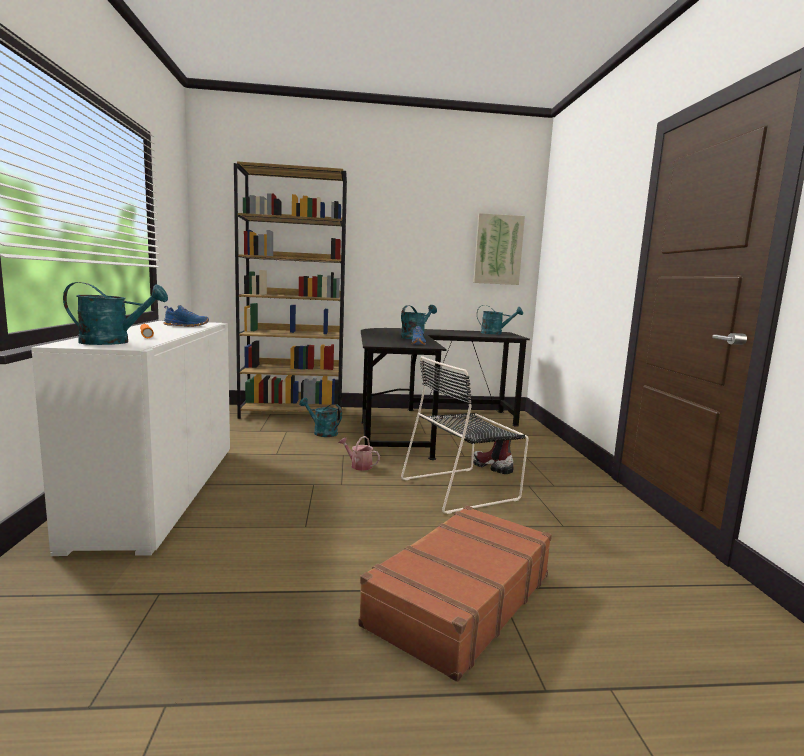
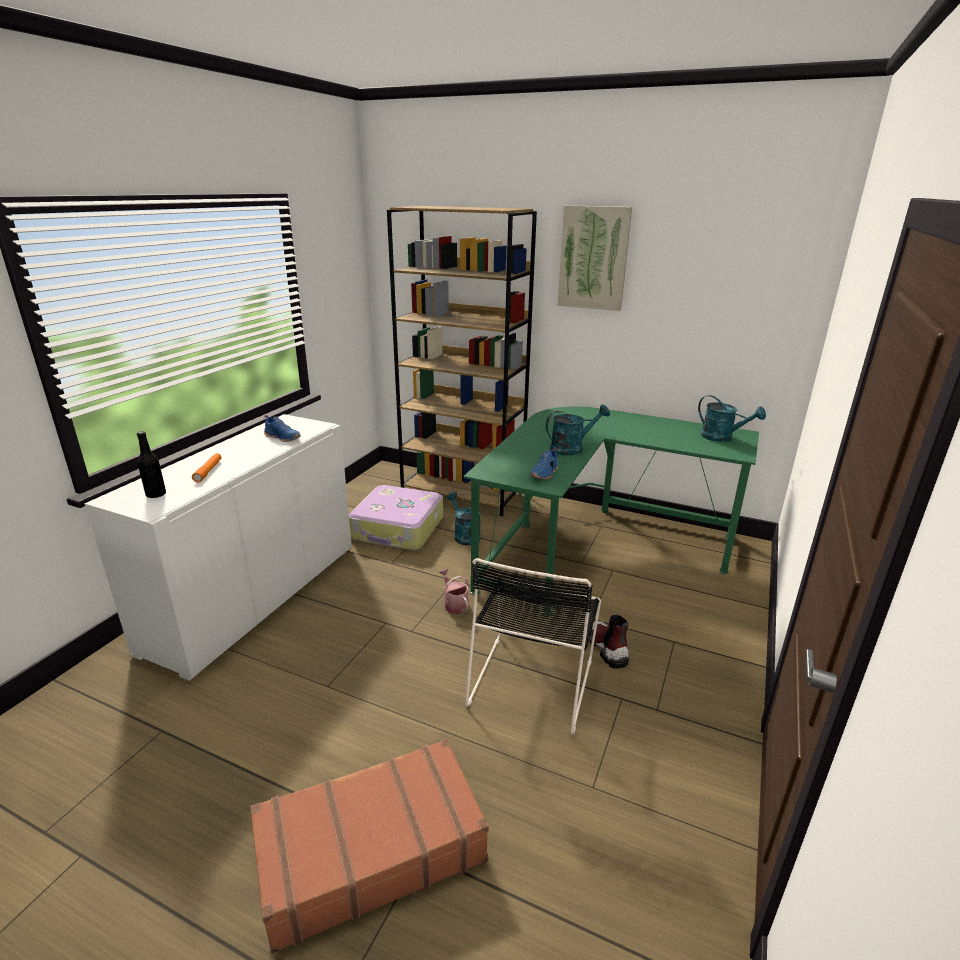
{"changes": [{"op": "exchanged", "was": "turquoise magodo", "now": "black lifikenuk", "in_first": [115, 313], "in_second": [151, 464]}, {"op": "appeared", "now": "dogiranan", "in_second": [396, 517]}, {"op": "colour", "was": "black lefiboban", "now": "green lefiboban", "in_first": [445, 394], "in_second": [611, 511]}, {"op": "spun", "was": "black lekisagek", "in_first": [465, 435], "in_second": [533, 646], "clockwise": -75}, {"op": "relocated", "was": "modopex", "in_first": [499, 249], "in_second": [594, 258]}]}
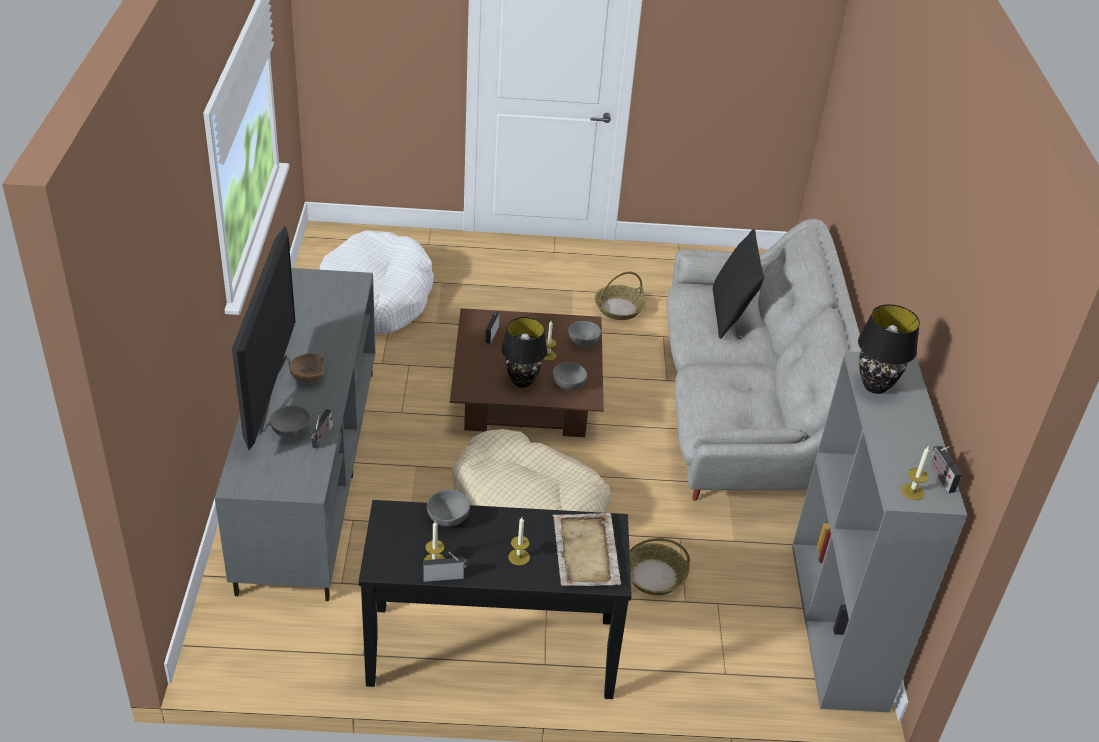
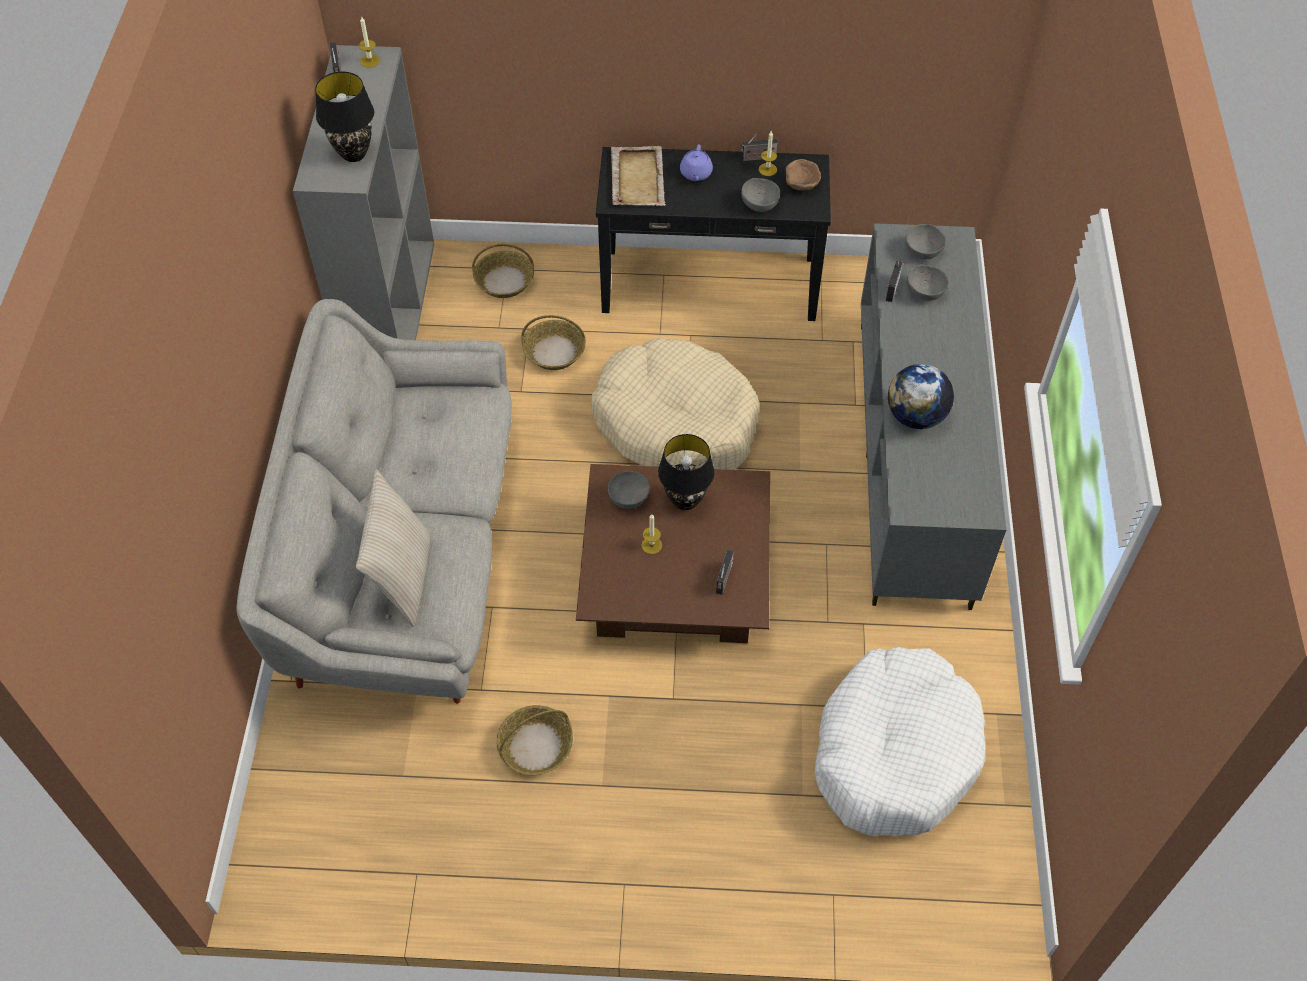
{"changes": [{"op": "colour", "was": "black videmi", "now": "beige videmi", "in_first": [738, 284], "in_second": [394, 548]}, {"op": "appeared", "now": "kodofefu", "in_second": [503, 271]}, {"op": "exchanged", "was": "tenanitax", "now": "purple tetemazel", "in_first": [519, 541], "in_second": [696, 162]}, {"op": "relocated", "was": "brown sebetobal", "in_first": [306, 368], "in_second": [803, 175]}, {"op": "appeared", "now": "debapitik", "in_second": [921, 396]}, {"op": "relocated", "was": "grey sebetobal", "in_first": [584, 334], "in_second": [925, 241]}, {"op": "missing", "was": "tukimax", "in_first": [263, 338]}]}
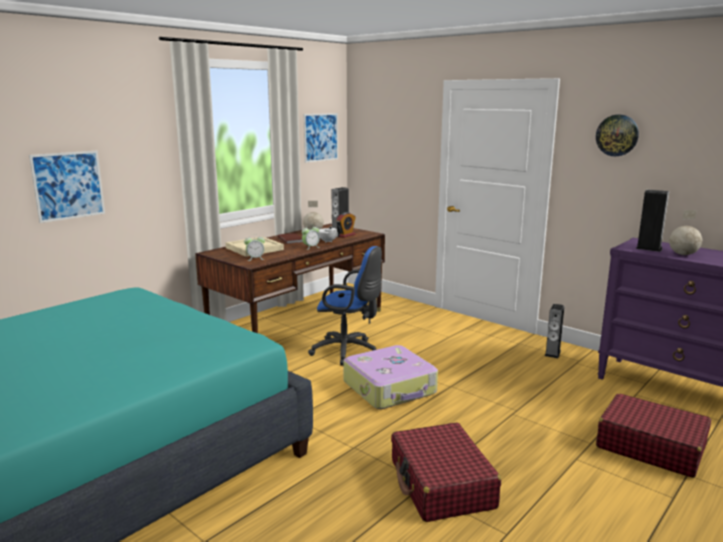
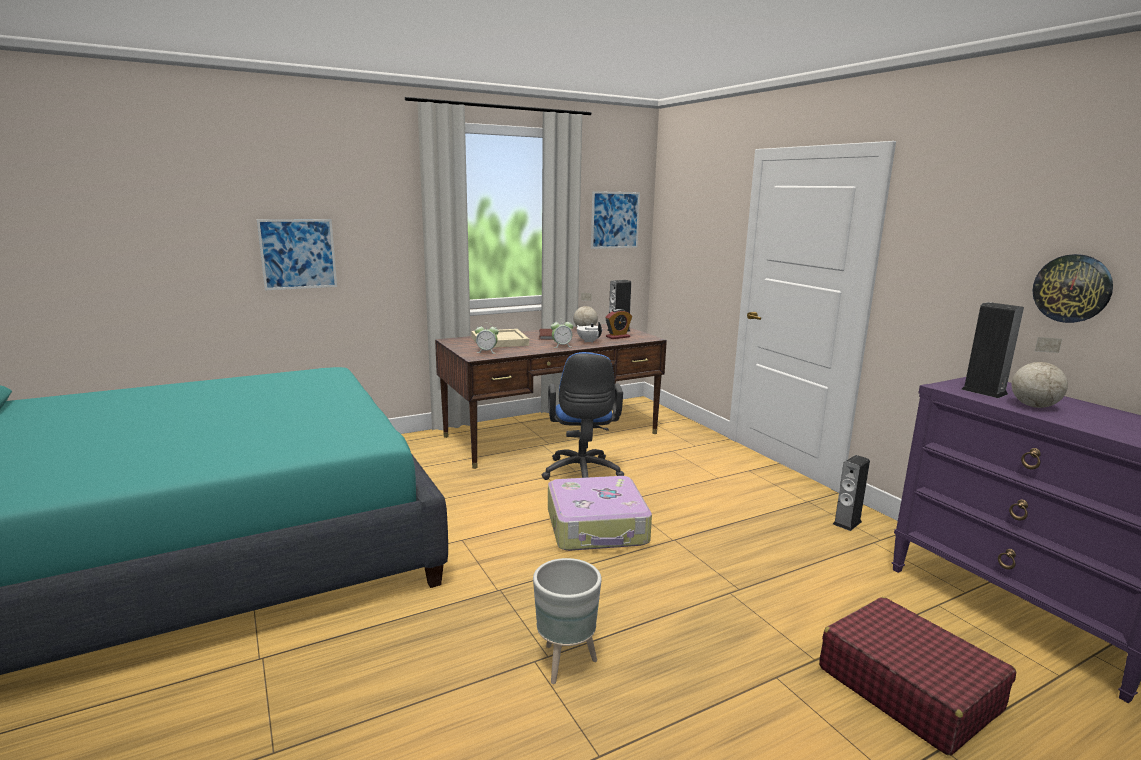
{"changes": [{"op": "exchanged", "was": "red dogiranan", "now": "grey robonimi", "in_first": [446, 472], "in_second": [567, 621]}, {"op": "spun", "was": "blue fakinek", "in_first": [345, 306], "in_second": [583, 416], "clockwise": 45}, {"op": "relocated", "was": "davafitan", "in_first": [617, 135], "in_second": [1072, 288]}]}
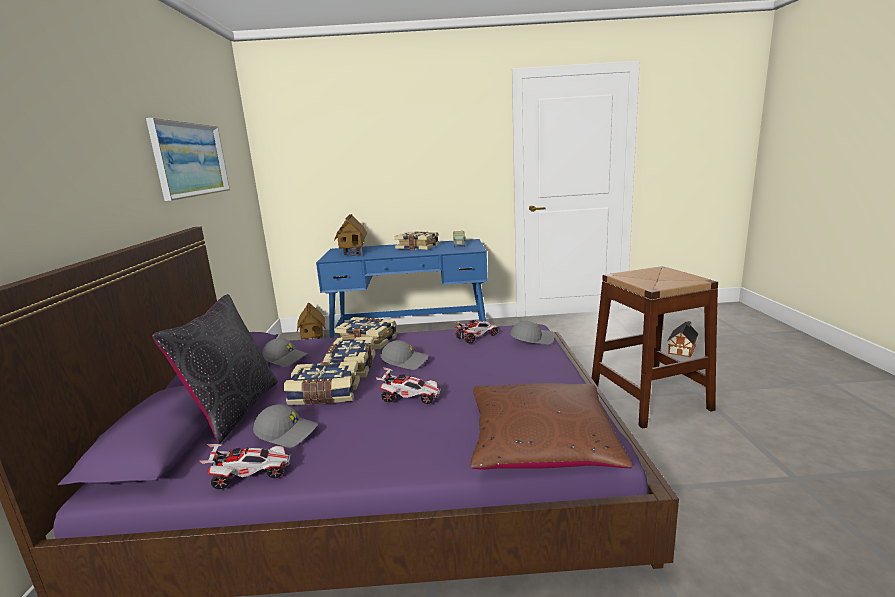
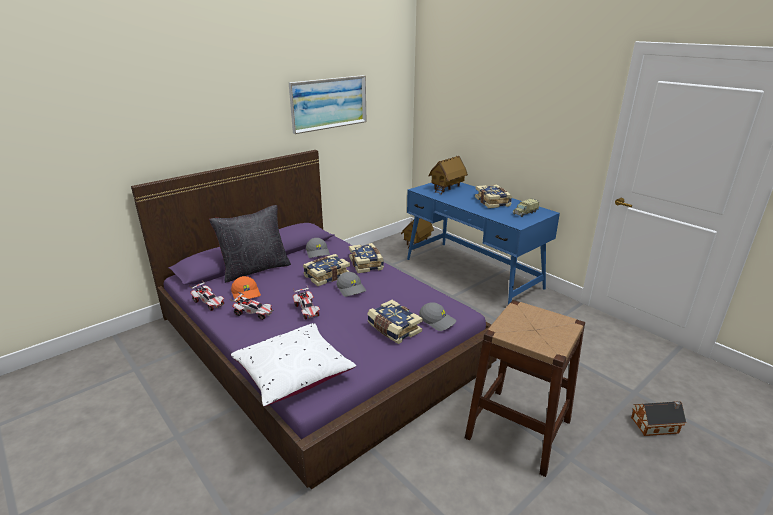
{"changes": [{"op": "relocated", "was": "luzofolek", "in_first": [475, 332], "in_second": [251, 306]}, {"op": "colour", "was": "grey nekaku", "now": "orange nekaku", "in_first": [285, 426], "in_second": [246, 289]}, {"op": "colour", "was": "brown videmi", "now": "white videmi", "in_first": [552, 426], "in_second": [293, 365]}, {"op": "relocated", "was": "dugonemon", "in_first": [322, 383], "in_second": [395, 322]}]}
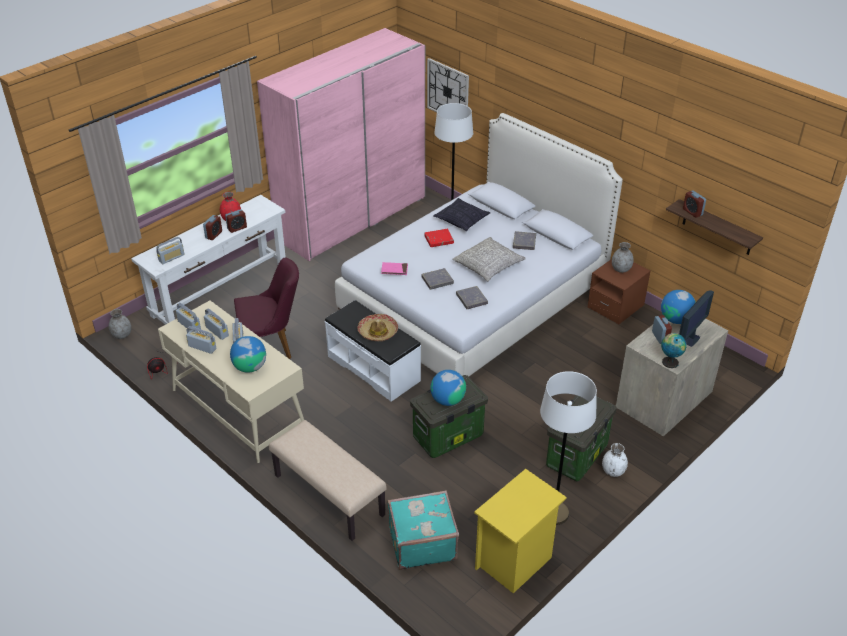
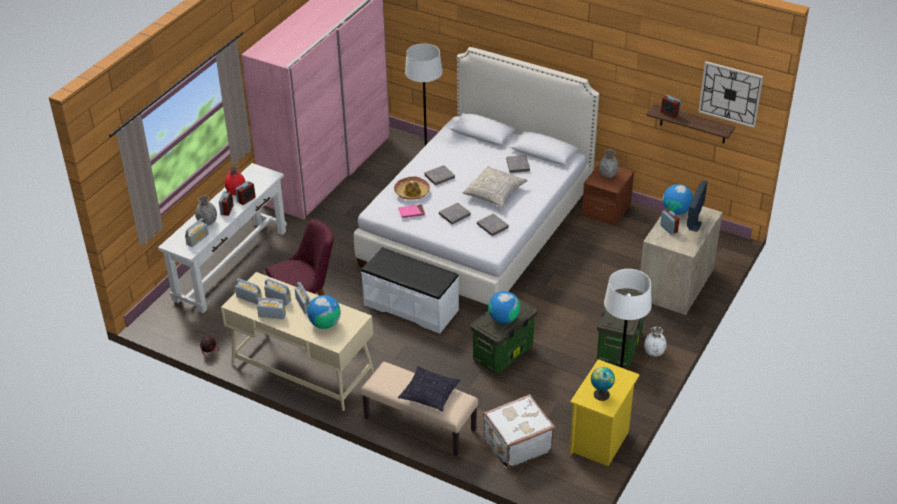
{"changes": [{"op": "relocated", "was": "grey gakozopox", "in_first": [120, 324], "in_second": [206, 211]}, {"op": "relocated", "was": "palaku", "in_first": [377, 327], "in_second": [412, 188]}, {"op": "relocated", "was": "videmi", "in_first": [462, 214], "in_second": [429, 389]}, {"op": "colour", "was": "red dugonemon", "now": "grey dugonemon", "in_first": [439, 238], "in_second": [439, 175]}, {"op": "colour", "was": "turquoise dogiranan", "now": "white dogiranan", "in_first": [423, 530], "in_second": [519, 431]}, {"op": "relocated", "was": "debapitik", "in_first": [673, 350], "in_second": [603, 384]}, {"op": "relocated", "was": "davafitan", "in_first": [448, 85], "in_second": [731, 94]}]}
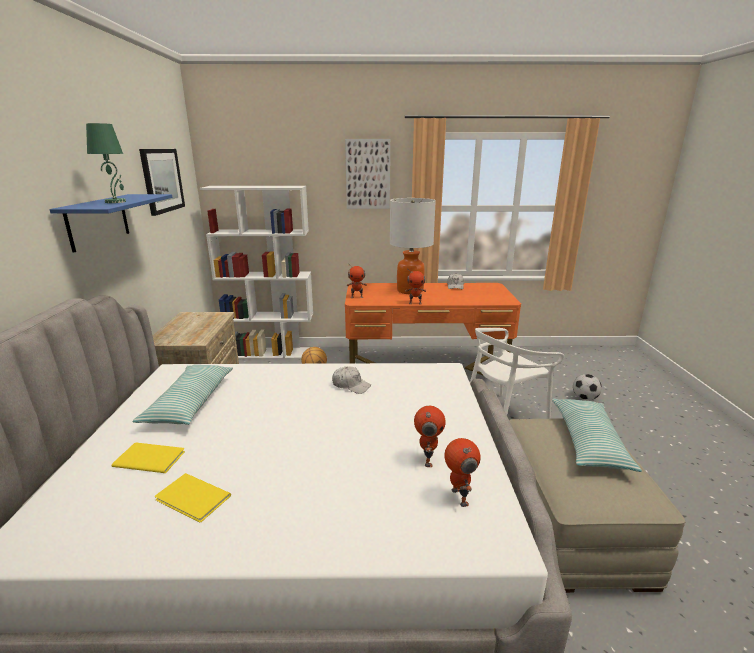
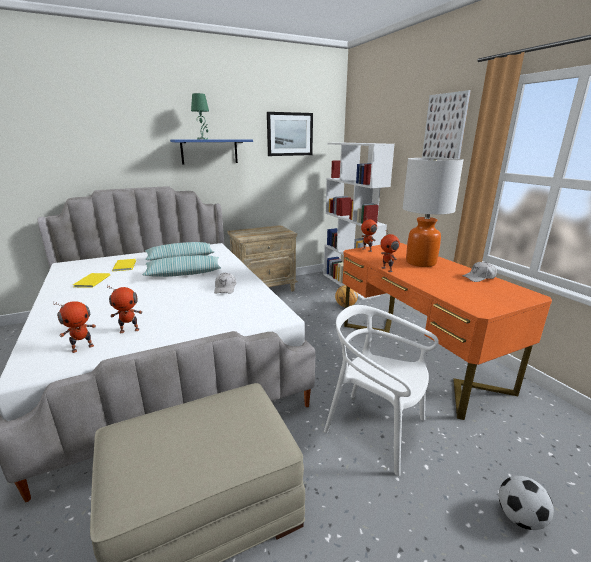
{"changes": [{"op": "relocated", "was": "videmi", "in_first": [597, 435], "in_second": [181, 266]}]}
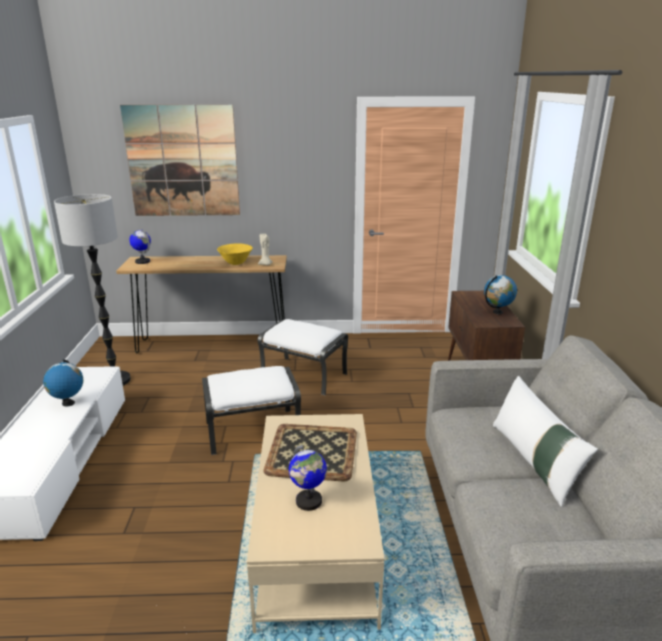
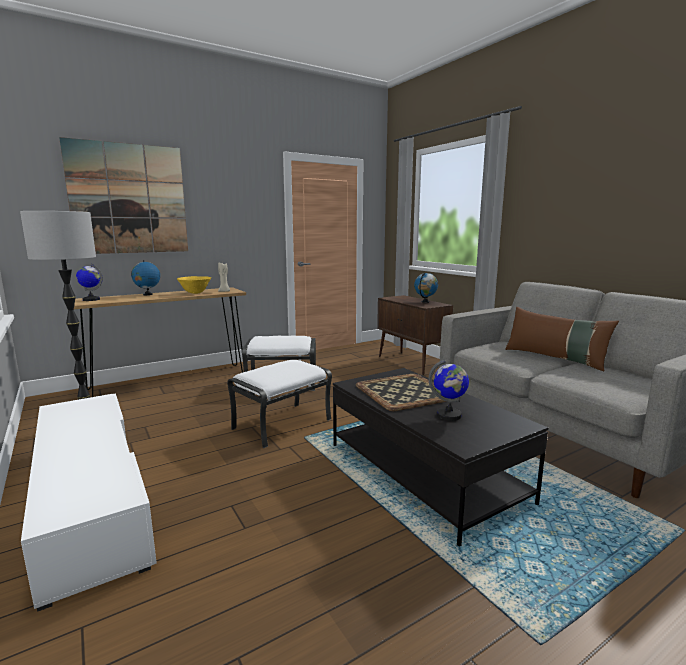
{"changes": [{"op": "relocated", "was": "debapitik", "in_first": [63, 382], "in_second": [145, 277]}, {"op": "colour", "was": "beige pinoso", "now": "black pinoso", "in_first": [316, 523], "in_second": [440, 457]}, {"op": "colour", "was": "white videmi", "now": "brown videmi", "in_first": [545, 441], "in_second": [562, 339]}]}
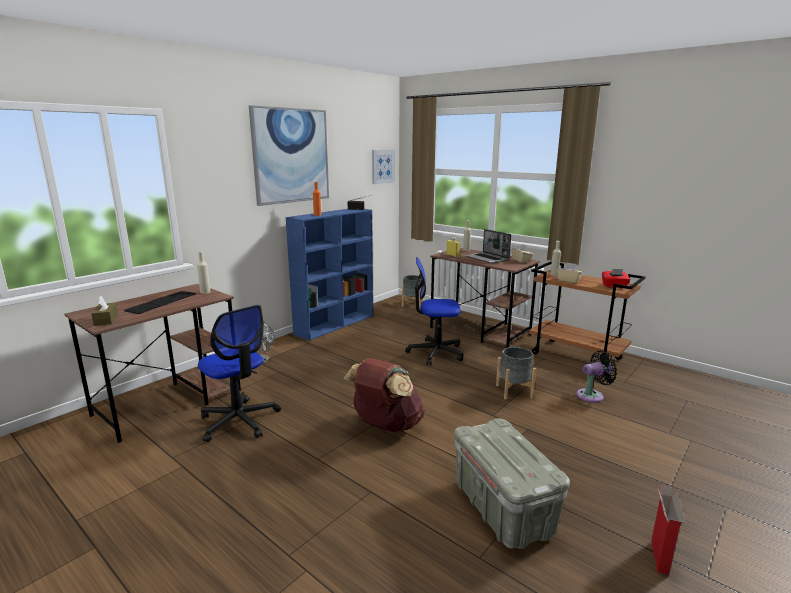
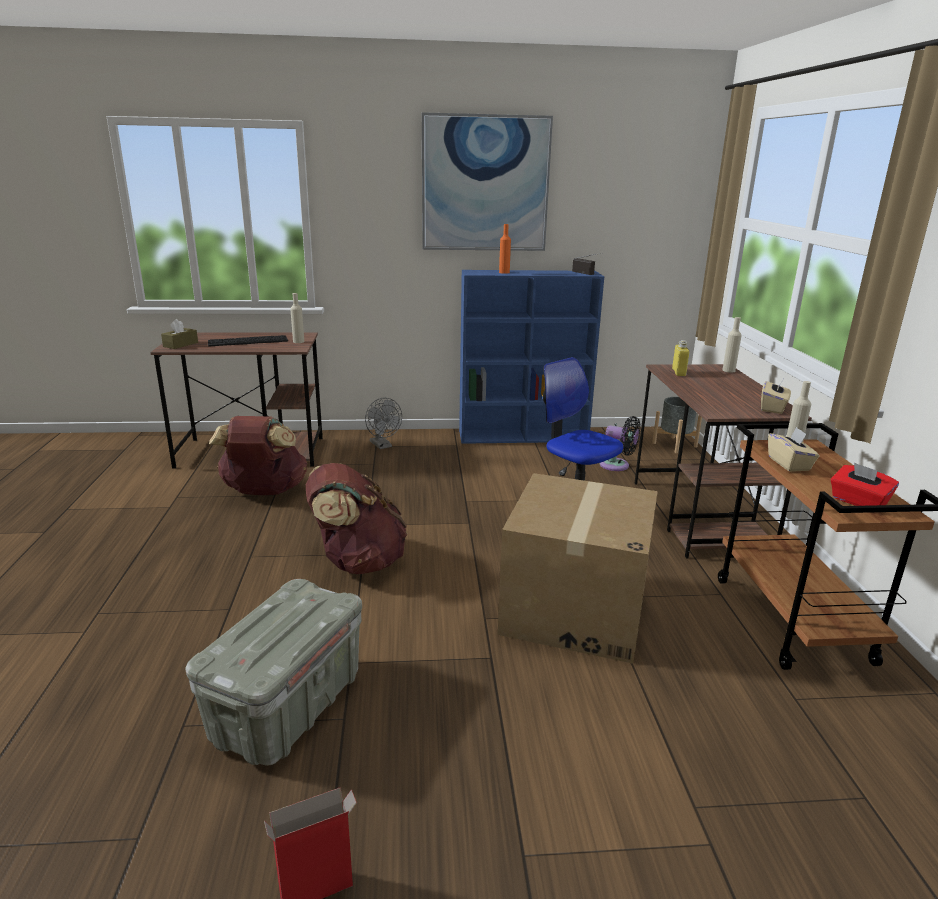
{"changes": [{"op": "exchanged", "was": "fakinek", "now": "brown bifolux", "in_first": [239, 373], "in_second": [258, 455]}, {"op": "exchanged", "was": "grey robonimi", "now": "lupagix", "in_first": [516, 373], "in_second": [578, 568]}, {"op": "relocated", "was": "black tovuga", "in_first": [597, 377], "in_second": [620, 443]}, {"op": "missing", "was": "modopex", "in_first": [384, 167]}, {"op": "missing", "was": "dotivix", "in_first": [488, 246]}]}
